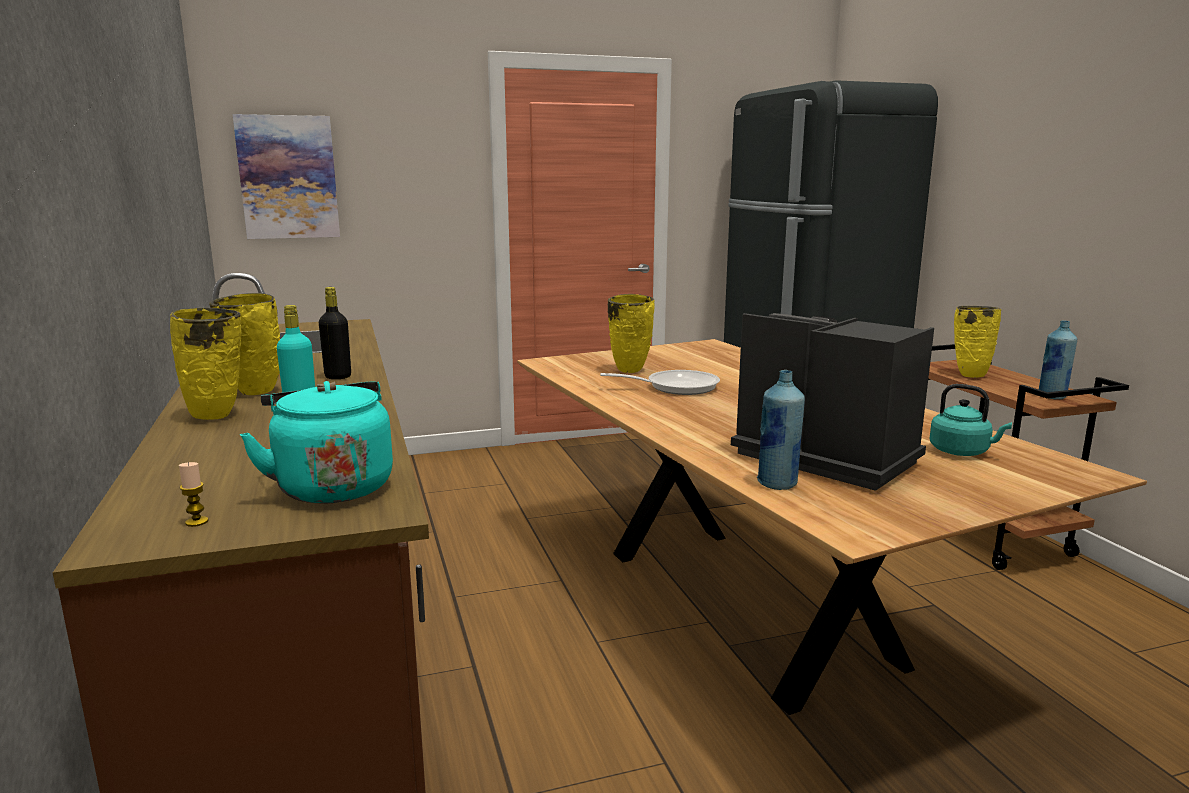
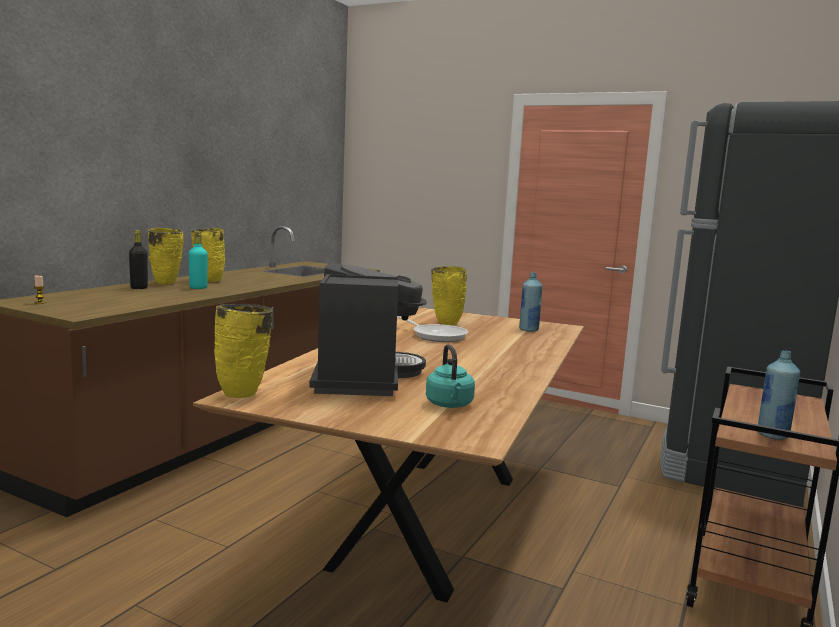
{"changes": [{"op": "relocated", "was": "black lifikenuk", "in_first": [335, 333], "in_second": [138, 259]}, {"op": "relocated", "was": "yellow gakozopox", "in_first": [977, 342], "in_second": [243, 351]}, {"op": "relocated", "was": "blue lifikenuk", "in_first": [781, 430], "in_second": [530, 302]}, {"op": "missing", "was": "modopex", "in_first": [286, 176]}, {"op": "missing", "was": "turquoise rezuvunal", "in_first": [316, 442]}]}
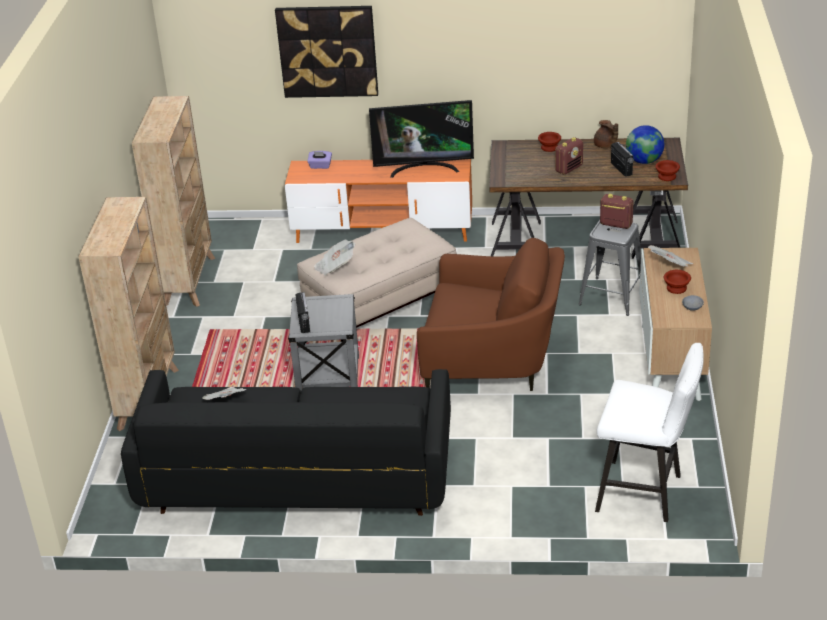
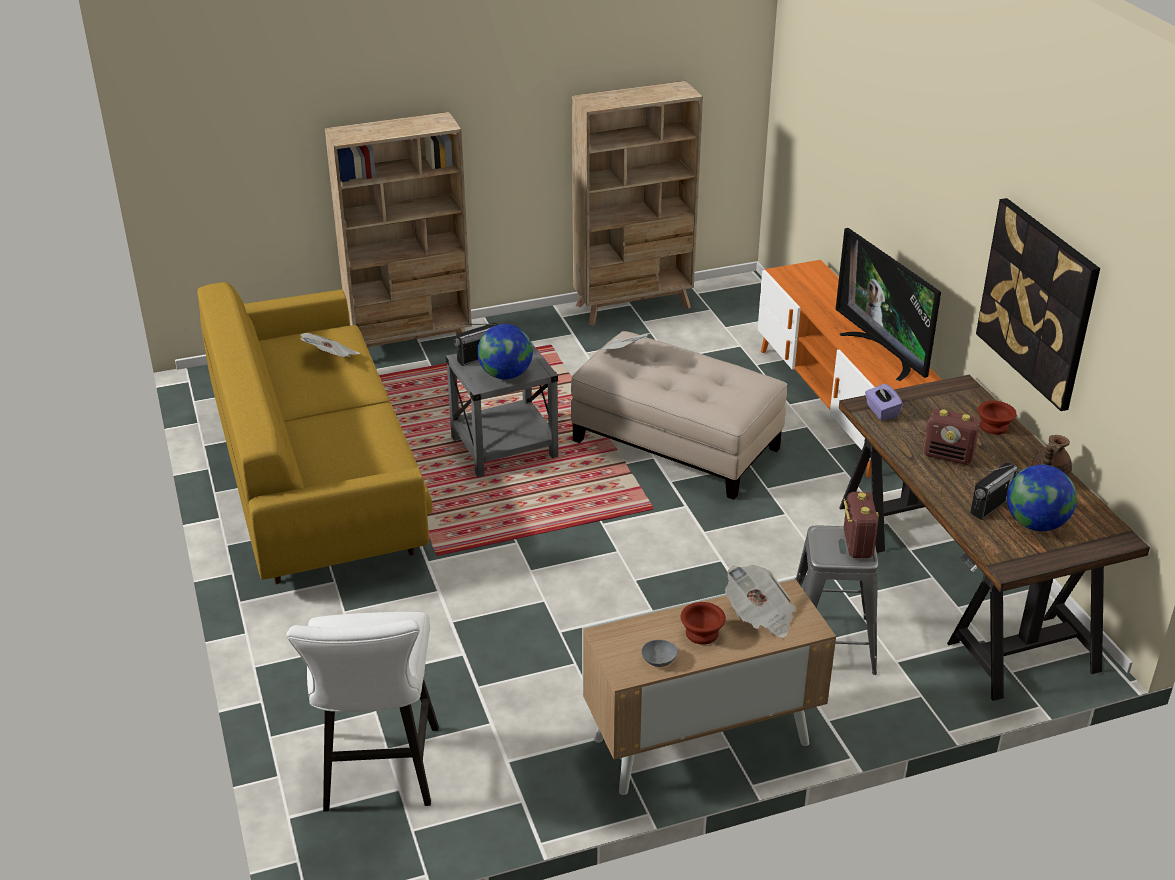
{"changes": [{"op": "colour", "was": "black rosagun", "now": "yellow rosagun", "in_first": [286, 442], "in_second": [314, 433]}, {"op": "appeared", "now": "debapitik", "in_second": [505, 351]}, {"op": "relocated", "was": "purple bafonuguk", "in_first": [319, 160], "in_second": [884, 401]}, {"op": "relocated", "was": "modopex", "in_first": [326, 52], "in_second": [1038, 304]}, {"op": "missing", "was": "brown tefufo", "in_first": [491, 314]}, {"op": "missing", "was": "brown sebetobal", "in_first": [667, 170]}]}
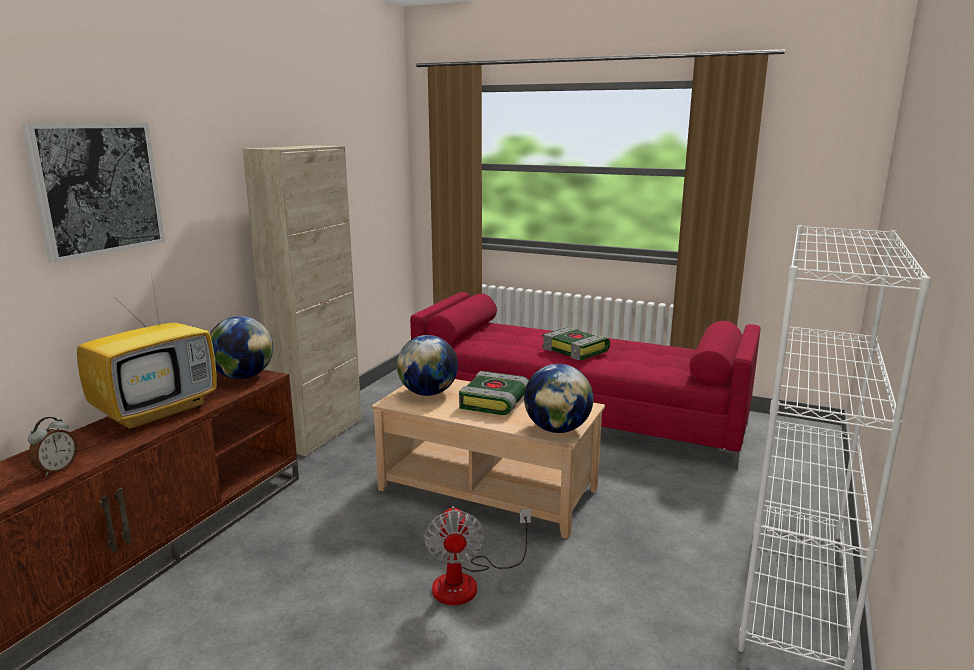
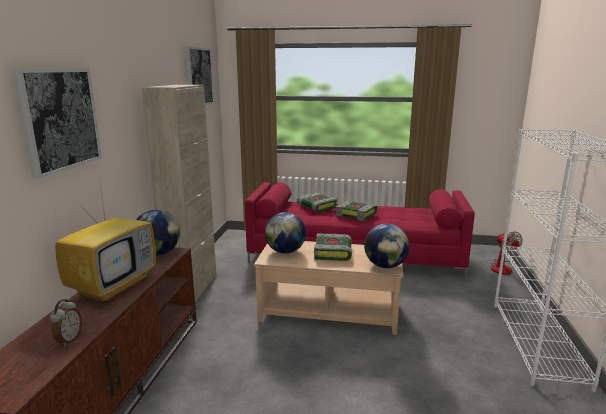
{"changes": [{"op": "appeared", "now": "modopex", "in_second": [199, 75]}, {"op": "appeared", "now": "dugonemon", "in_second": [317, 202]}, {"op": "relocated", "was": "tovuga", "in_first": [477, 555], "in_second": [507, 253]}]}
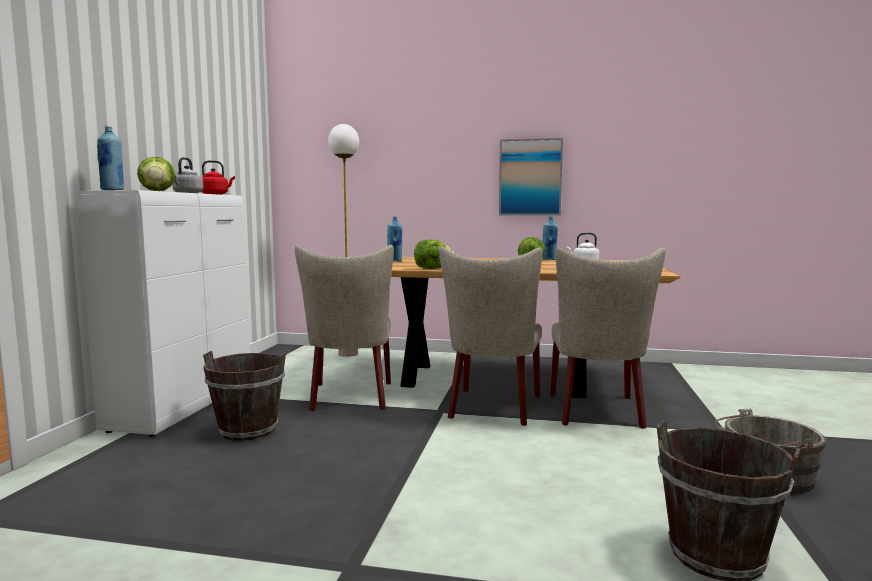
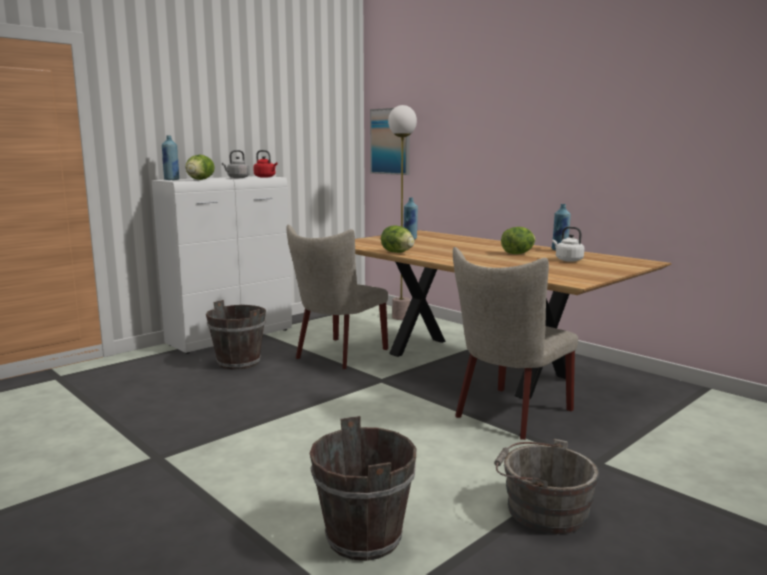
{"changes": [{"op": "relocated", "was": "modopex", "in_first": [531, 177], "in_second": [390, 141]}, {"op": "missing", "was": "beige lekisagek", "in_first": [490, 336]}]}
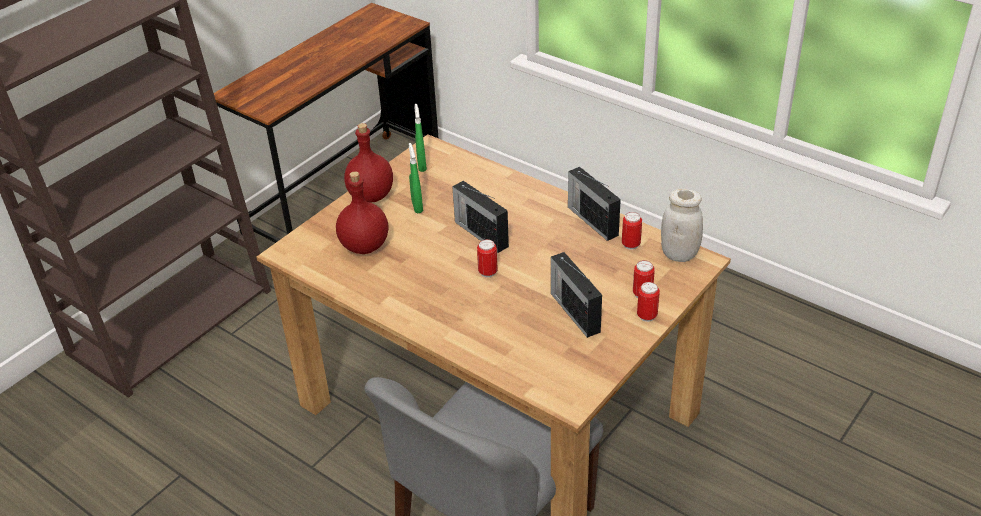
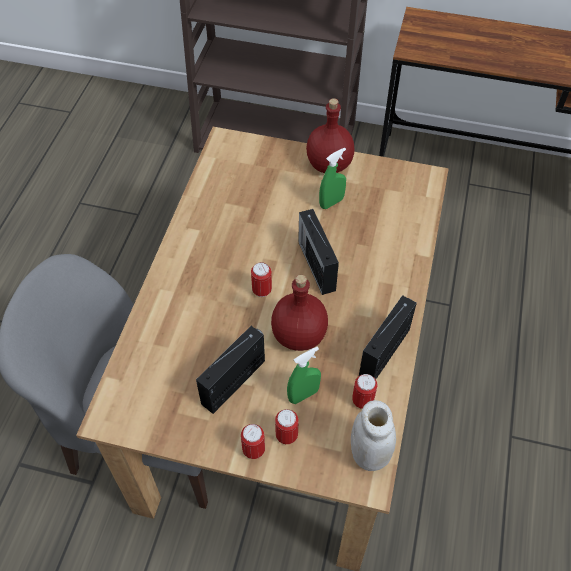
{"changes": [{"op": "relocated", "was": "red lifikenuk", "in_first": [362, 212], "in_second": [299, 313]}, {"op": "relocated", "was": "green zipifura", "in_first": [420, 138], "in_second": [304, 375]}, {"op": "spun", "was": "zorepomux", "in_first": [480, 217], "in_second": [318, 252], "clockwise": -45}]}
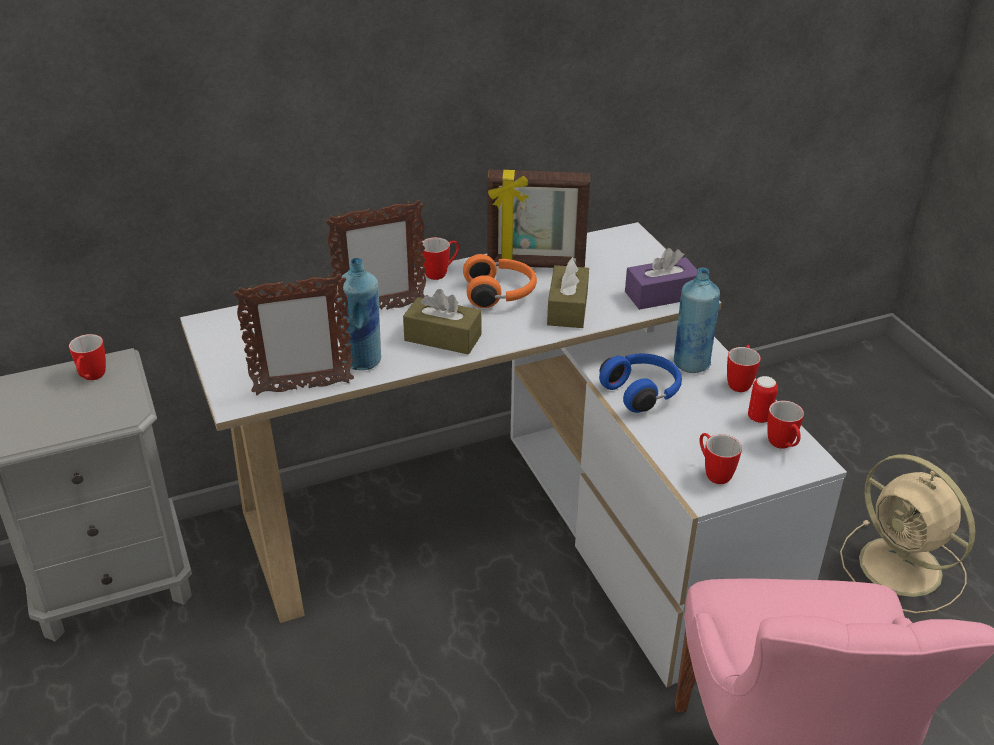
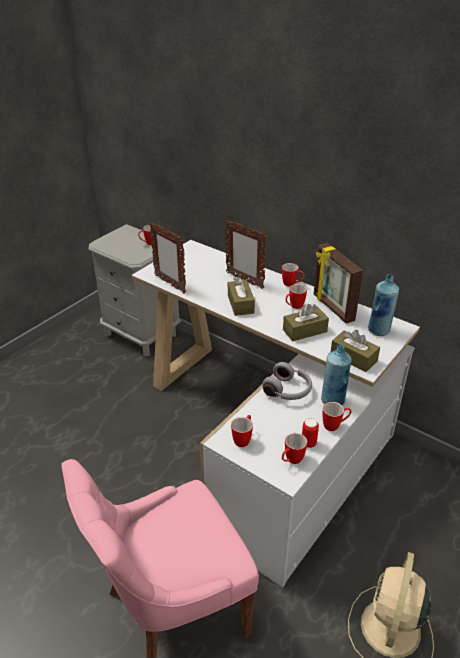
{"changes": [{"op": "colour", "was": "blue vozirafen", "now": "grey vozirafen", "in_first": [640, 383], "in_second": [287, 381]}, {"op": "exchanged", "was": "orange vozirafen", "now": "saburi", "in_first": [500, 281], "in_second": [296, 296]}, {"op": "colour", "was": "purple bafonuguk", "now": "brown bafonuguk", "in_first": [661, 279], "in_second": [355, 351]}, {"op": "relocated", "was": "blue lifikenuk", "in_first": [359, 314], "in_second": [383, 305]}]}
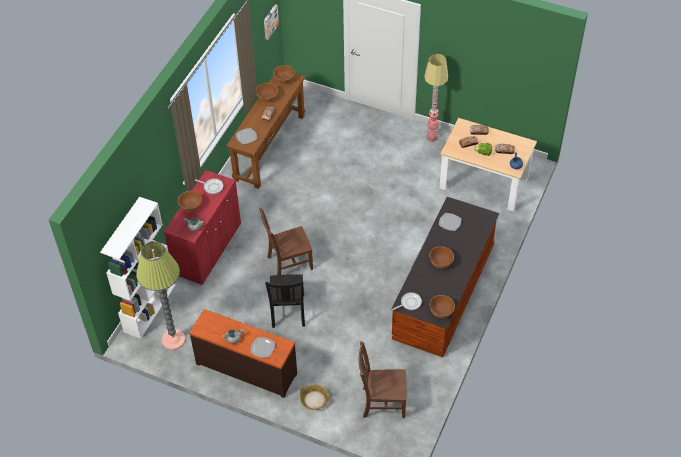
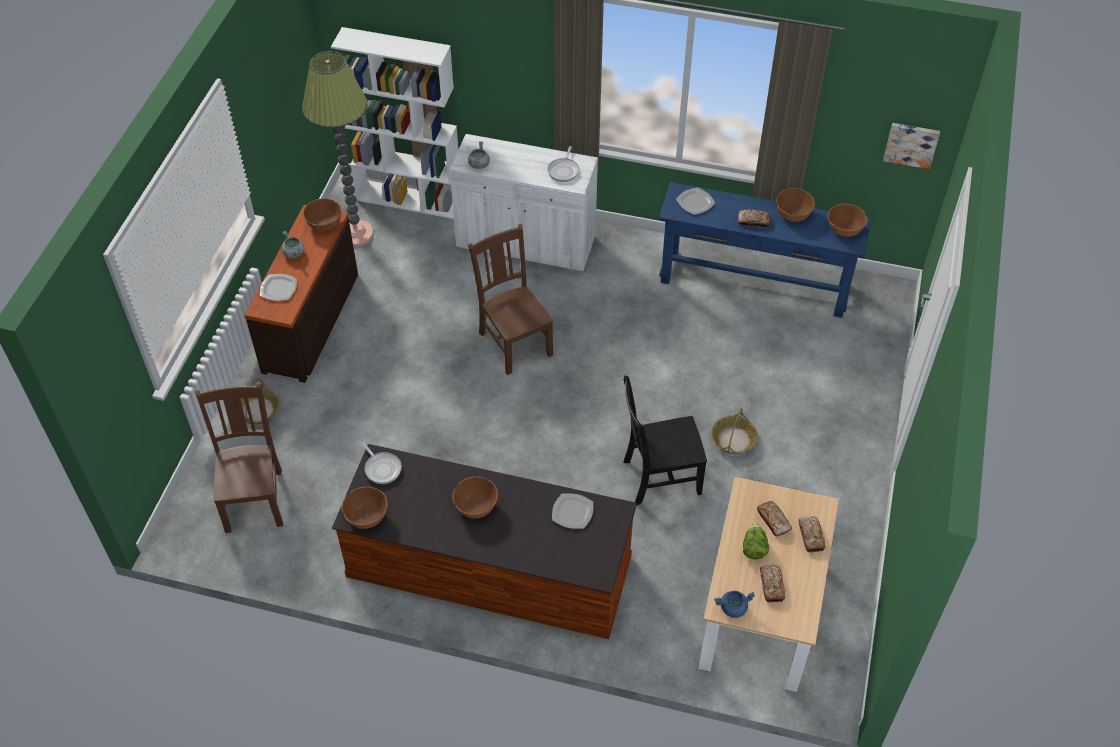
{"changes": [{"op": "relocated", "was": "brown sebetobal", "in_first": [190, 201], "in_second": [322, 214]}, {"op": "colour", "was": "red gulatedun", "now": "white gulatedun", "in_first": [202, 227], "in_second": [523, 202]}, {"op": "relocated", "was": "black lekisagek", "in_first": [285, 301], "in_second": [665, 440]}, {"op": "colour", "was": "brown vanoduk", "now": "blue vanoduk", "in_first": [265, 131], "in_second": [765, 250]}, {"op": "appeared", "now": "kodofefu", "in_second": [734, 431]}, {"op": "missing", "was": "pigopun", "in_first": [436, 98]}]}
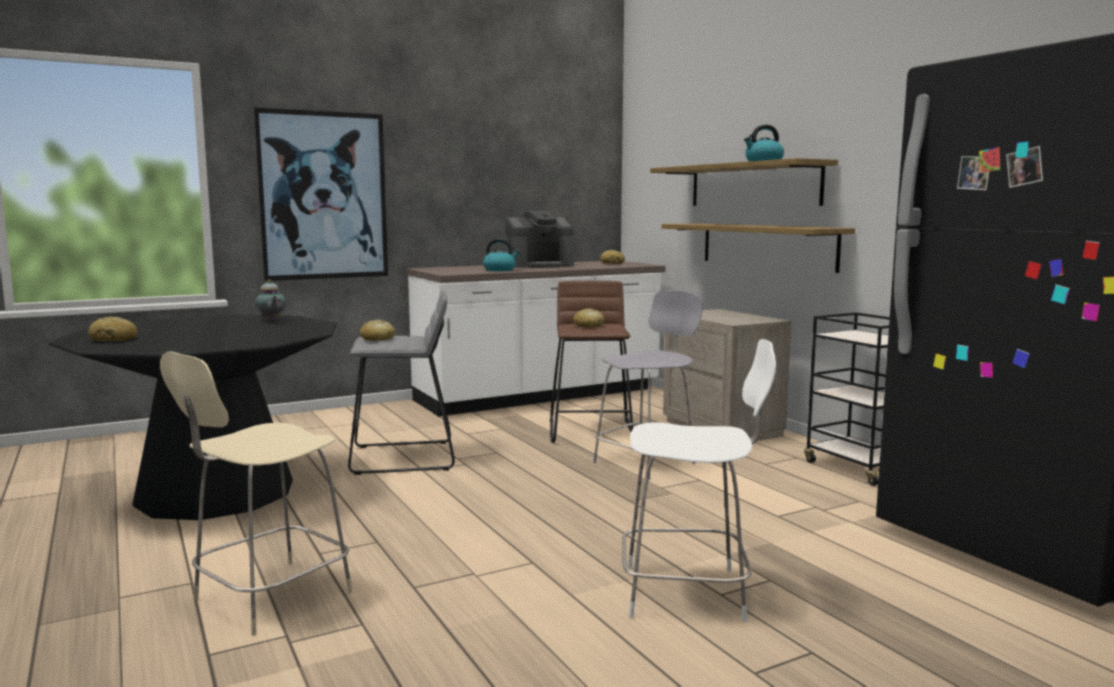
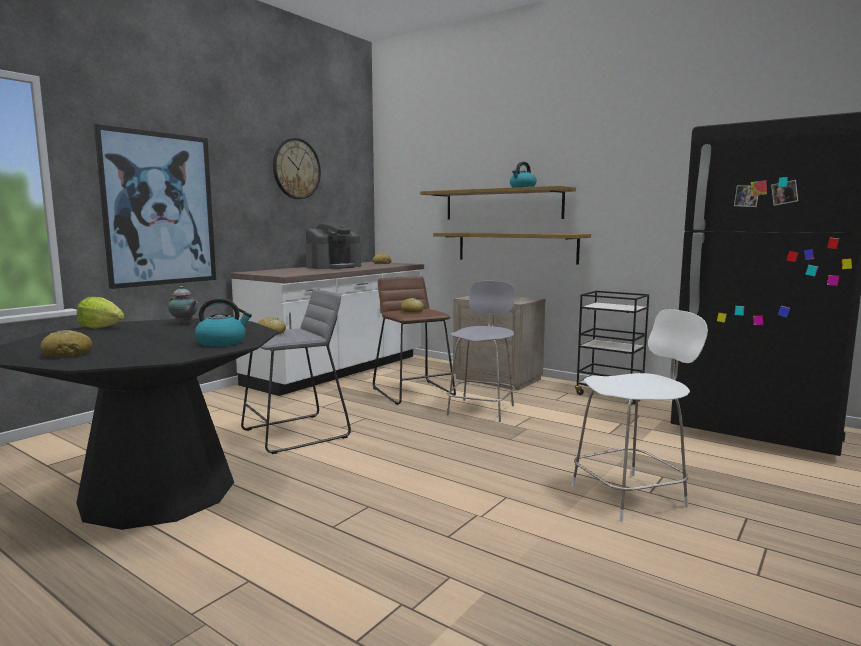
{"changes": [{"op": "appeared", "now": "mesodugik", "in_second": [100, 313]}, {"op": "relocated", "was": "rezuvunal", "in_first": [501, 255], "in_second": [223, 322]}, {"op": "appeared", "now": "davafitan", "in_second": [297, 168]}, {"op": "missing", "was": "beige lekisagek", "in_first": [256, 493]}]}
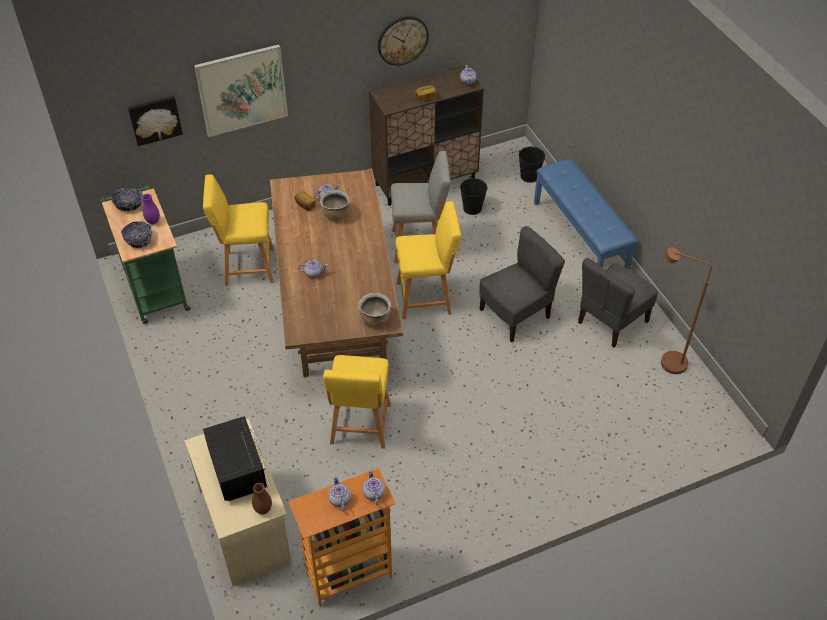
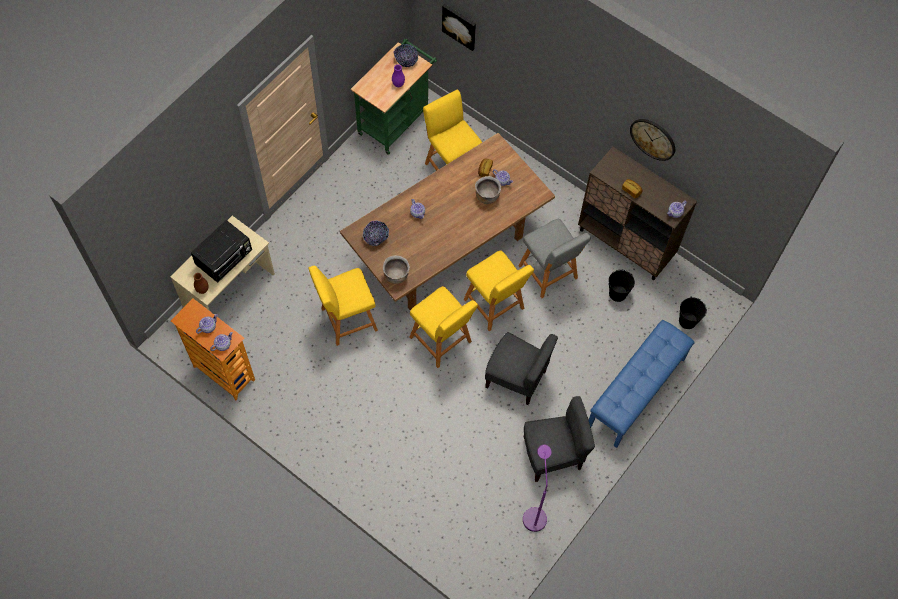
{"changes": [{"op": "relocated", "was": "sebetobal", "in_first": [136, 234], "in_second": [376, 233]}, {"op": "appeared", "now": "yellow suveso", "in_second": [443, 327]}, {"op": "colour", "was": "brown pigopun", "now": "purple pigopun", "in_first": [686, 310], "in_second": [537, 488]}, {"op": "spun", "was": "grey lekisagek", "in_first": [618, 302], "in_second": [559, 439], "clockwise": 150}, {"op": "missing", "was": "modopex", "in_first": [241, 90]}]}
